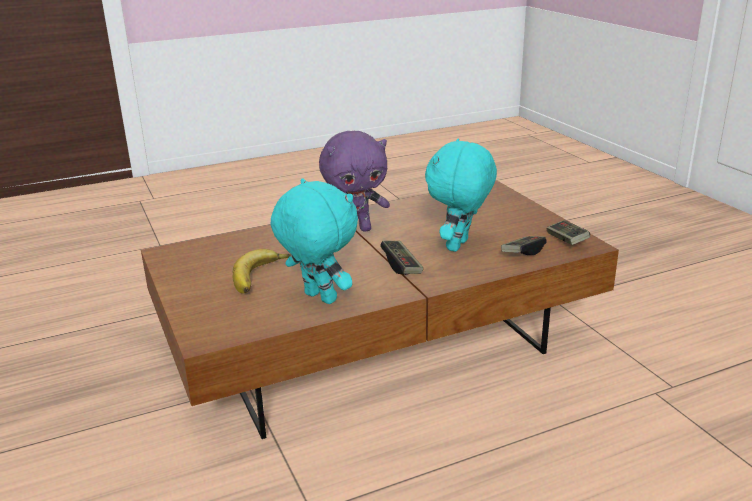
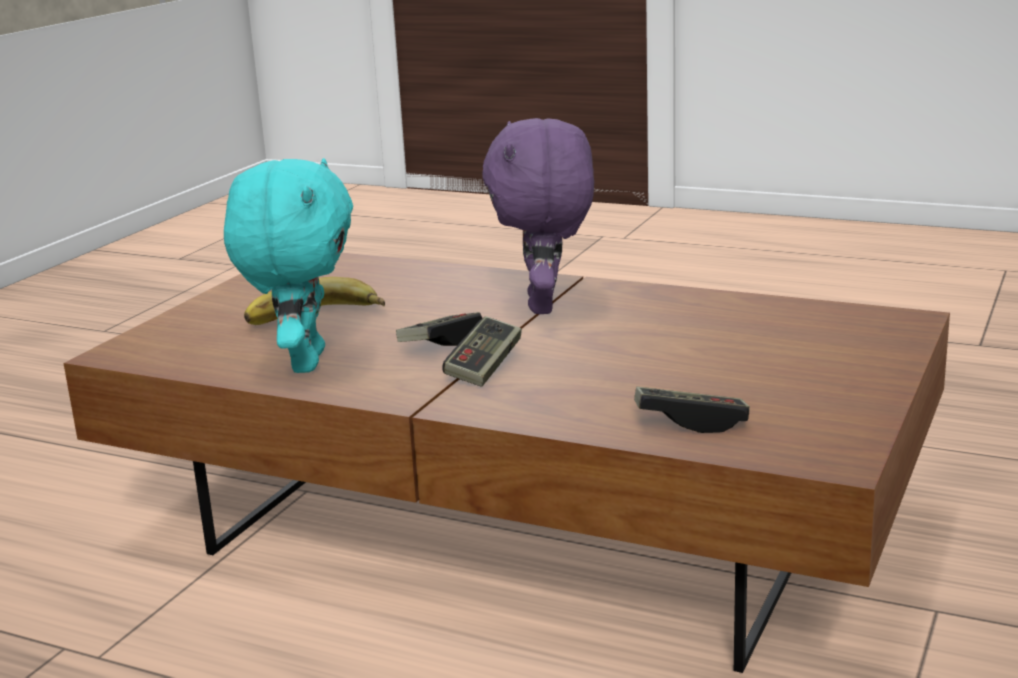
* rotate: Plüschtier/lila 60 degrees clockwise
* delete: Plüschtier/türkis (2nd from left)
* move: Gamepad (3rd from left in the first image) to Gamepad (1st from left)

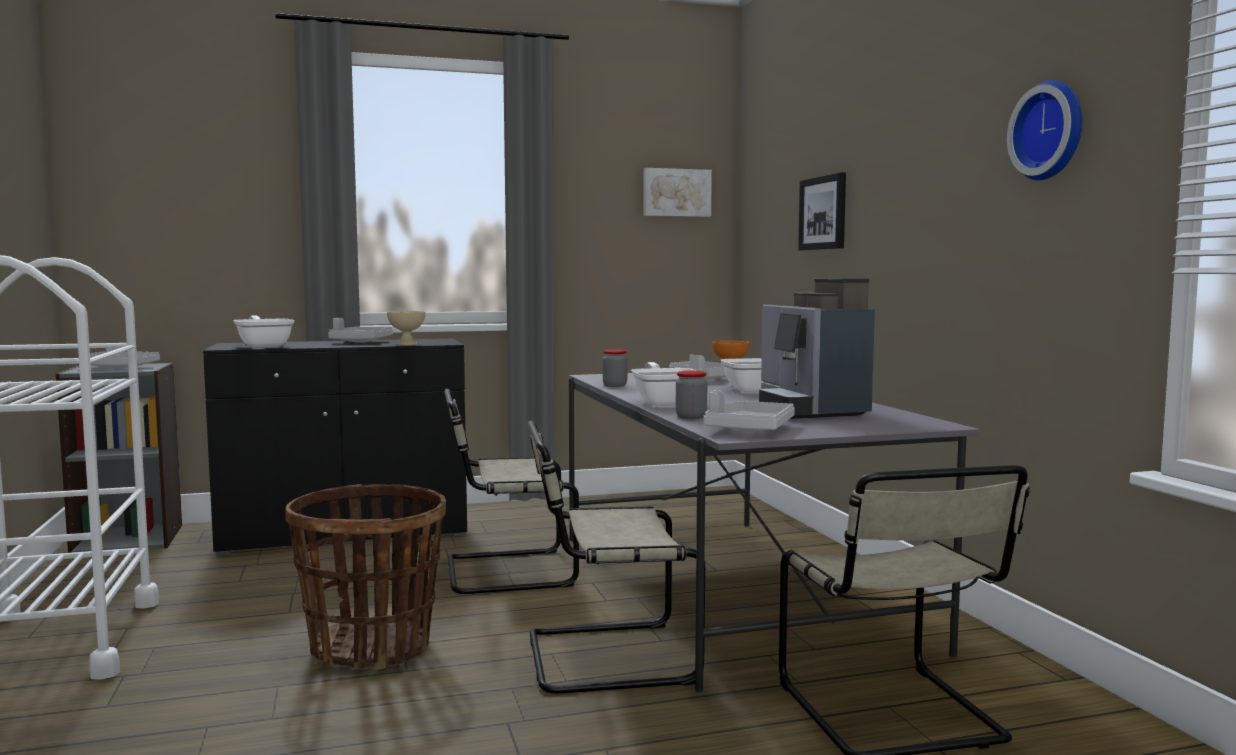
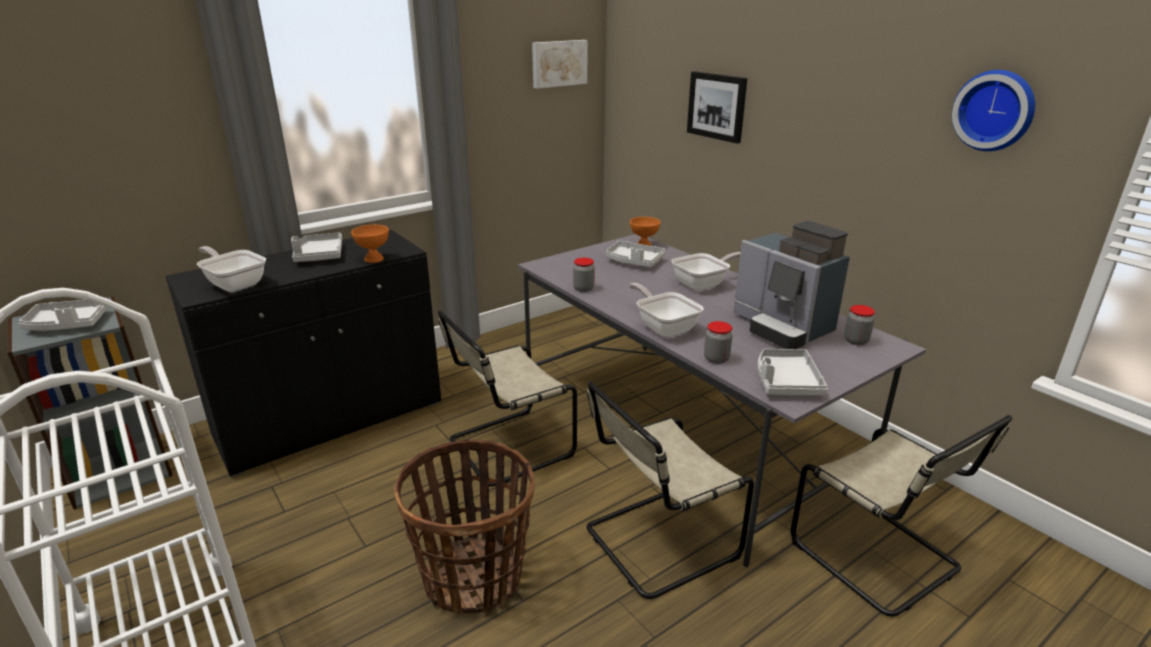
* recolor: Schüssel/beige to Schüssel/orange (1st from left)
* insert: Vorratsglas (3rd from left)

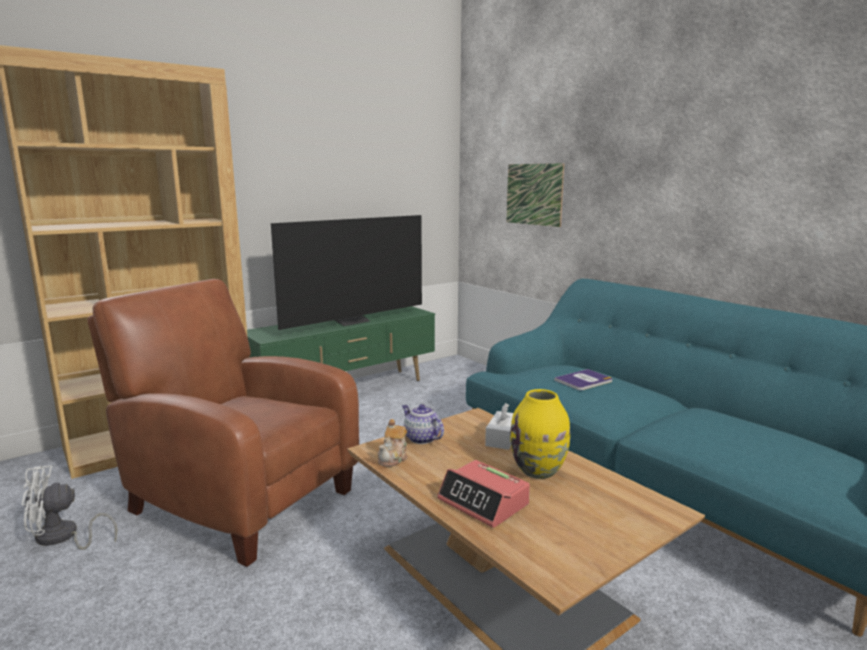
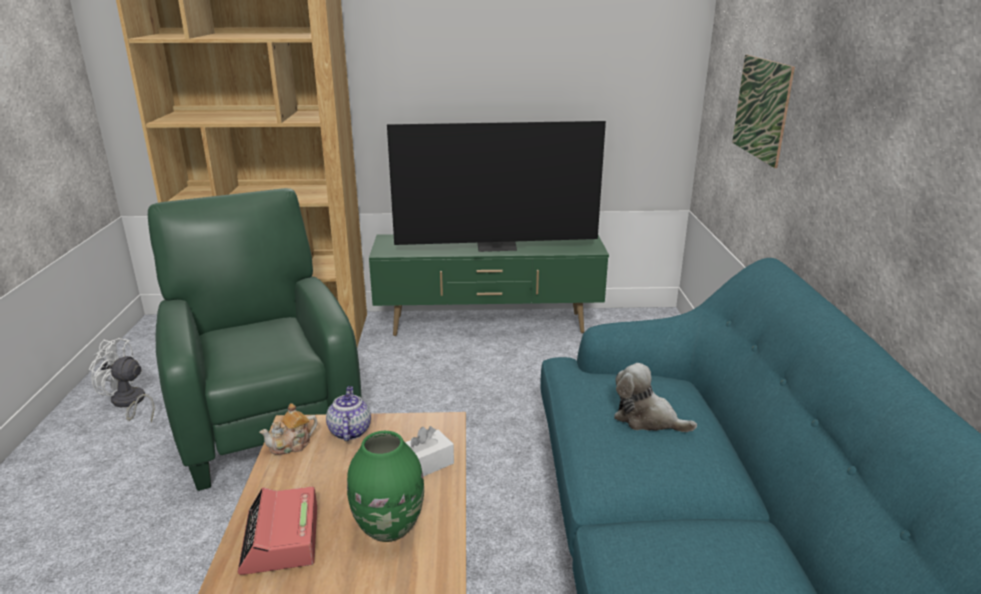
* recolor: Sessel/braun to Sessel/grün
* replace: Buch to Plüschtier
* recolor: Vase/gelb to Vase/grün

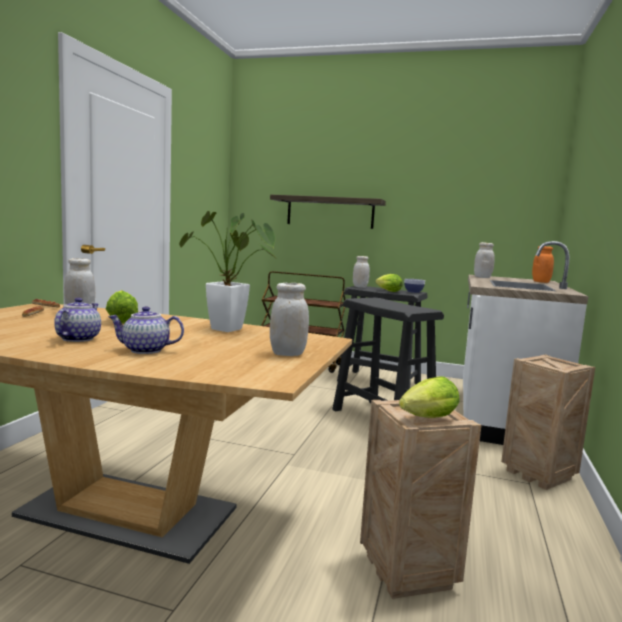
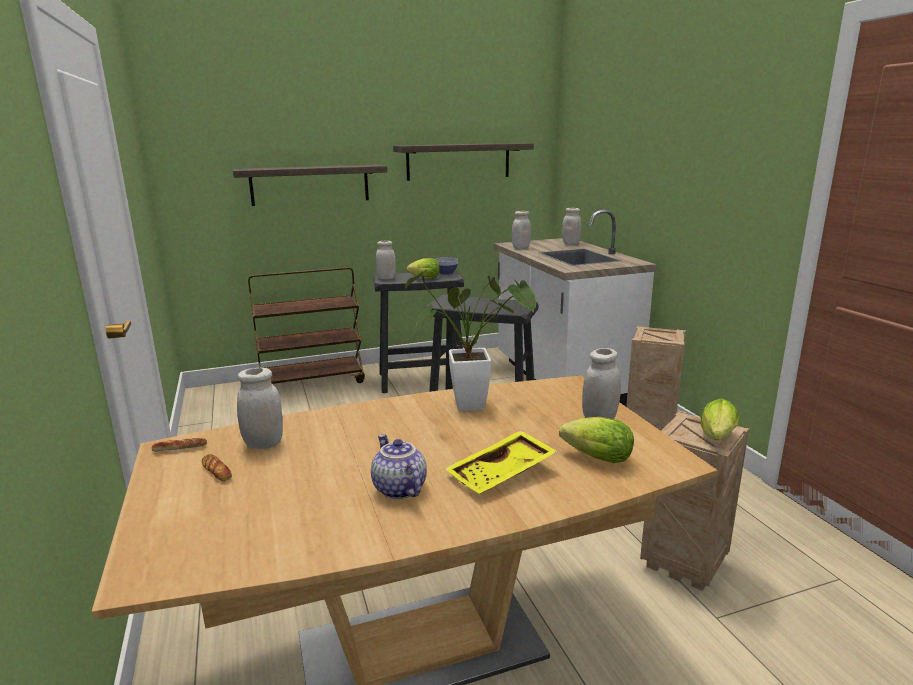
* recolor: Vorratsglas/orange to Vorratsglas/weiß (4th from left)
* move: Salatkopf (1st from left in the first image) to Salatkopf (2nd from left)
* replace: Teekanne (2nd from left) to Tablett/gelb
* insert: Wandregal (2nd from left)

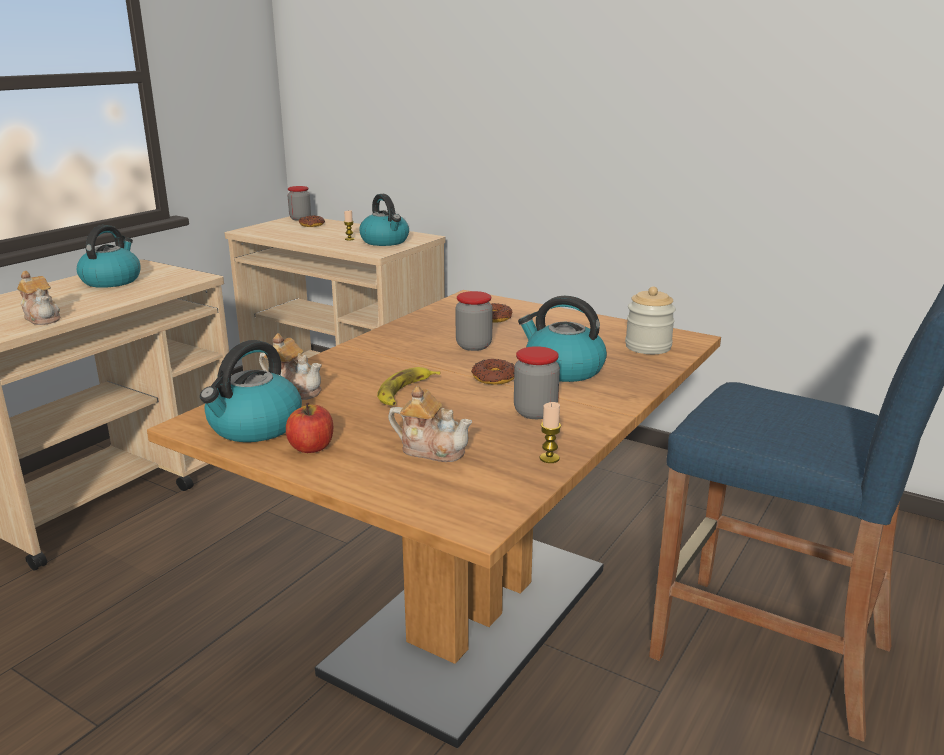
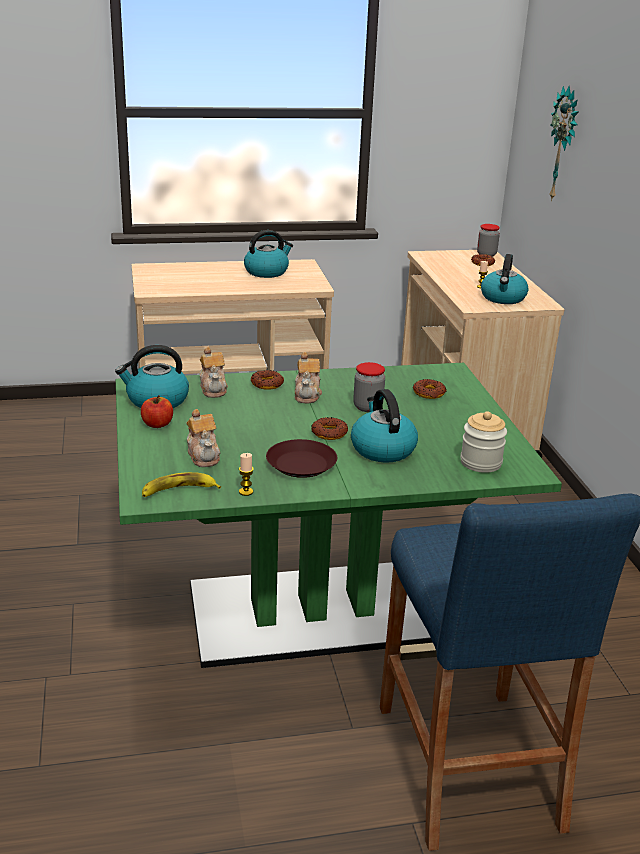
* move: Teekanne (1st from left in the first image) to Teekanne (3rd from left)
* recolor: Esstisch/braun to Esstisch/grün
* replace: Vorratsglas (3rd from left) to Teller/braun
* move: Banane
* insert: Wanduhr
* insert: Donut (1st from left)

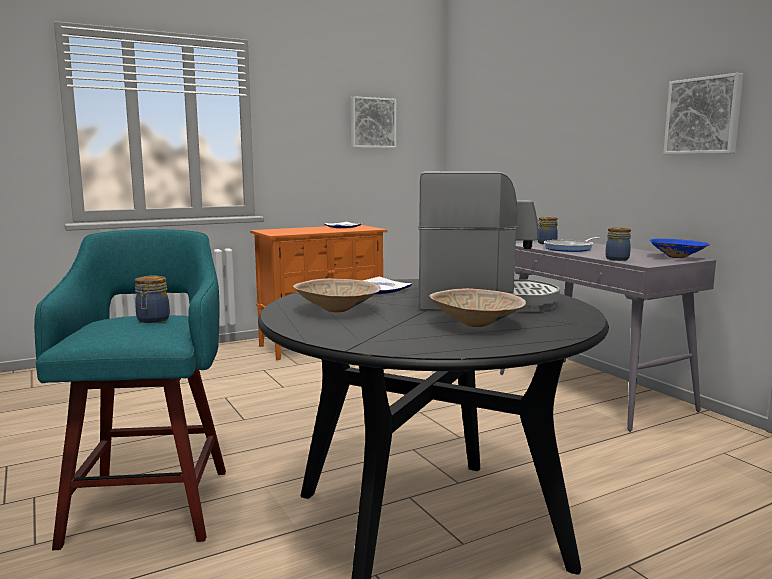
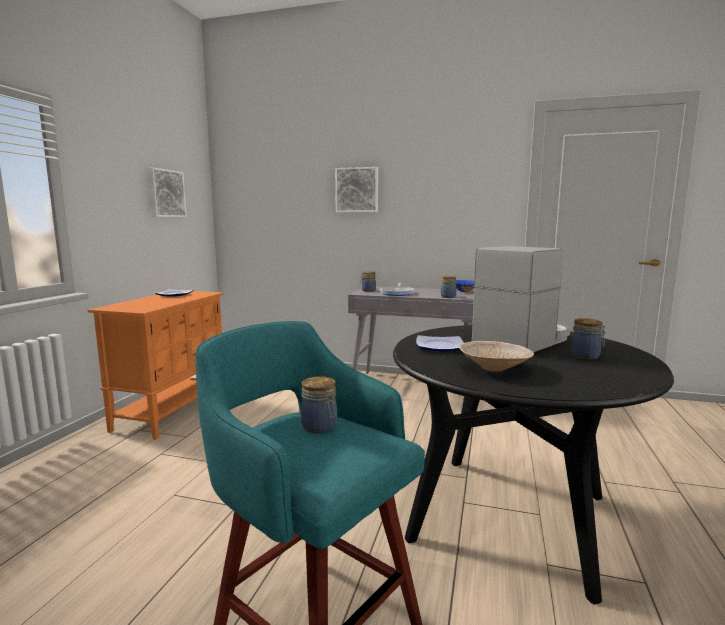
* move: Bild (2nd from left)
* replace: Schüssel/beige (2nd from left) to Vorratsglas (4th from left)

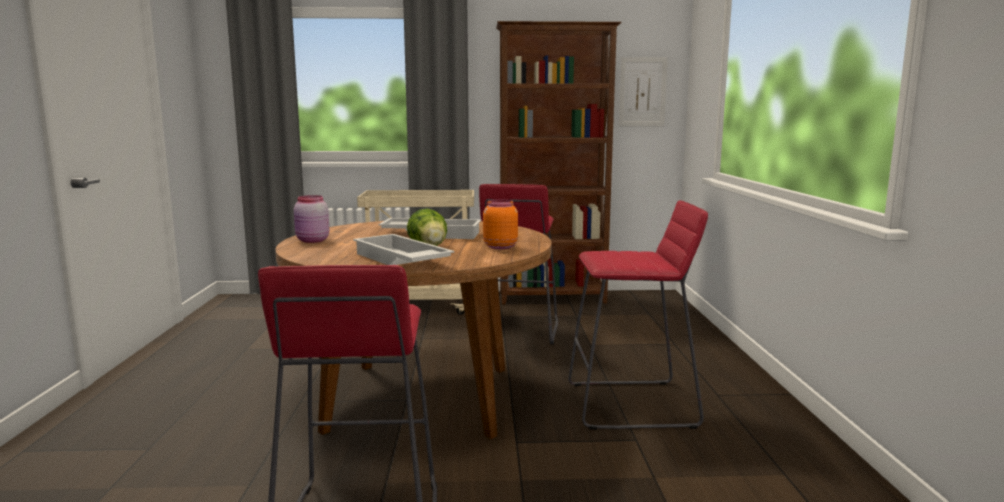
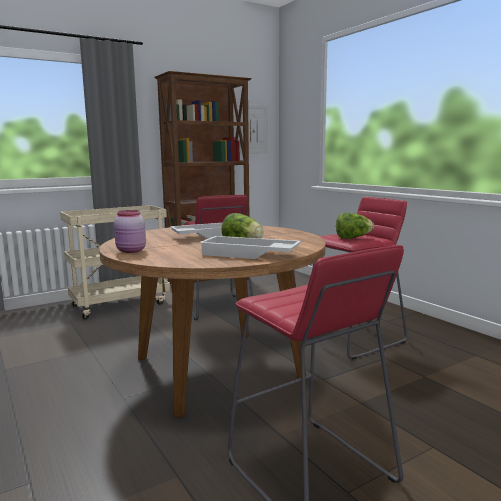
* delete: Vorratsglas/orange
* insert: Salatkopf (2nd from left)

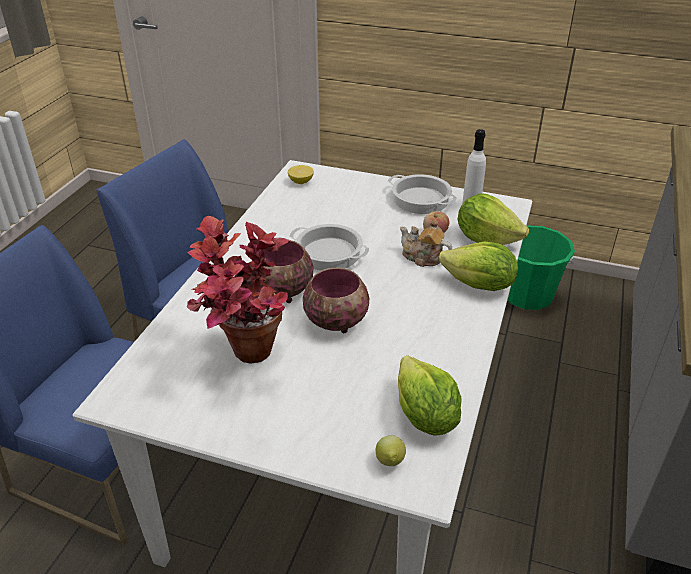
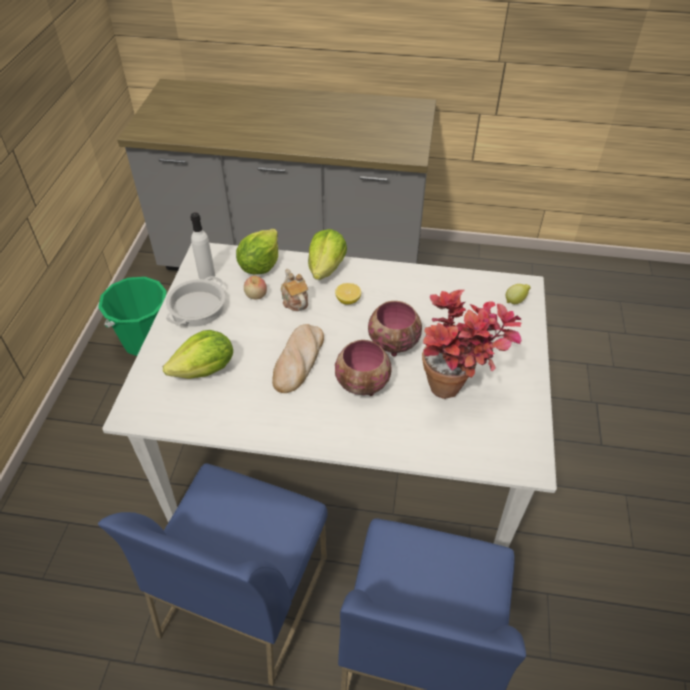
* move: Zitrone (1st from left)
* rotate: Teekanne 135 degrees clockwise
* replace: Kochtopf (1st from left) to Brot
* move: Salatkopf (1st from left)

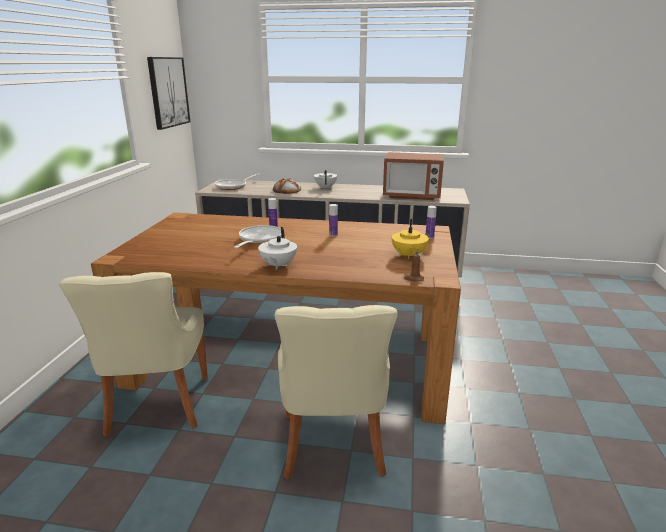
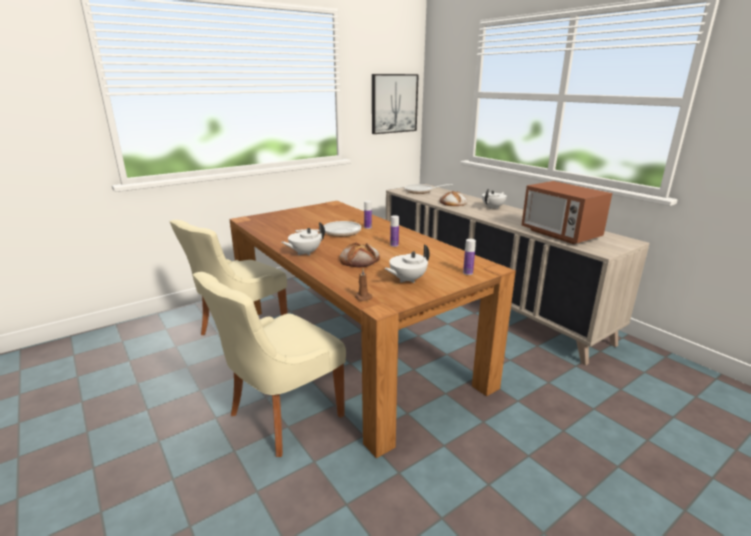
* recolor: Teekanne/gelb to Teekanne/weiß (2nd from left)
* insert: Brot (1st from left)

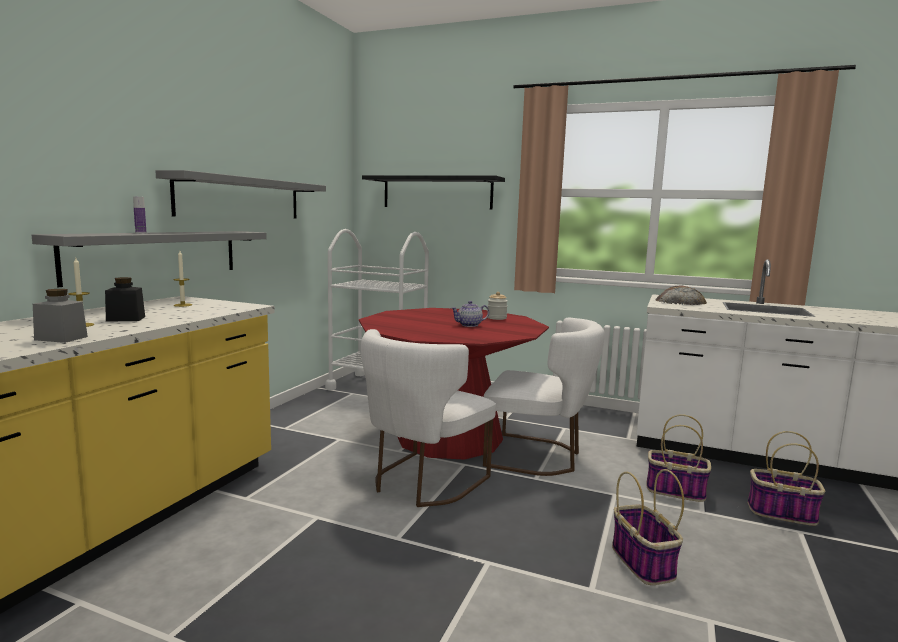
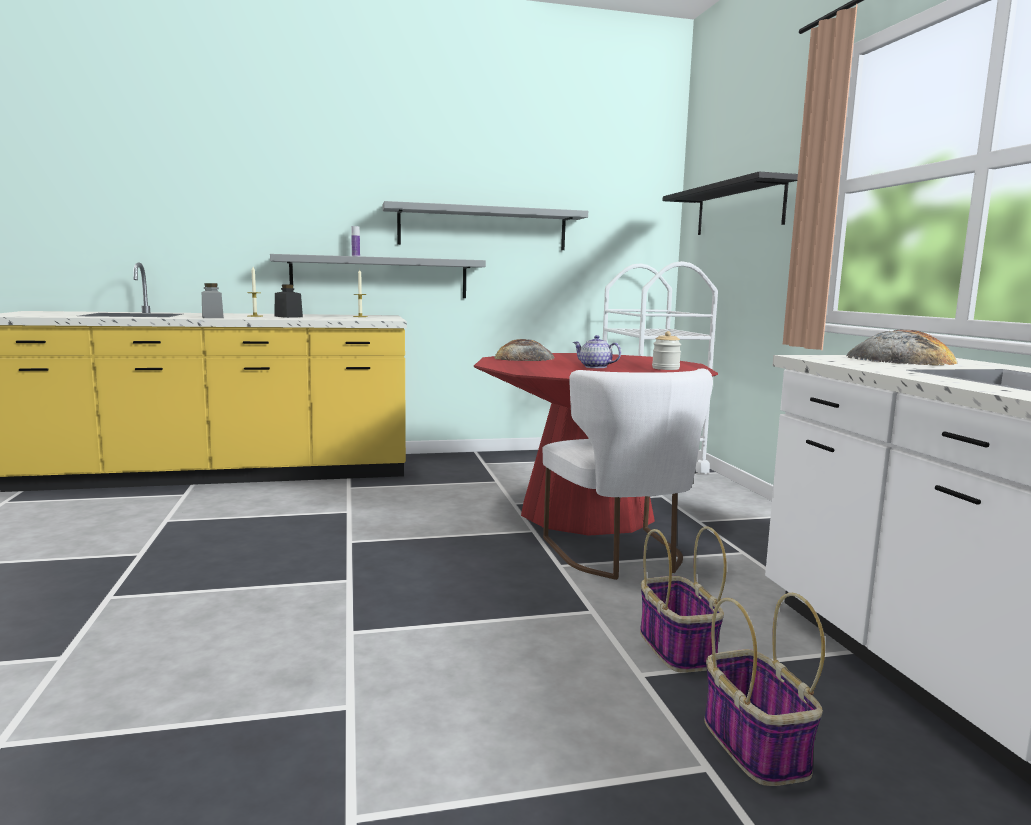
* delete: Stuhl/weiß (1st from left)
* delete: Korb (1st from left)
* insert: Brot (1st from left)

